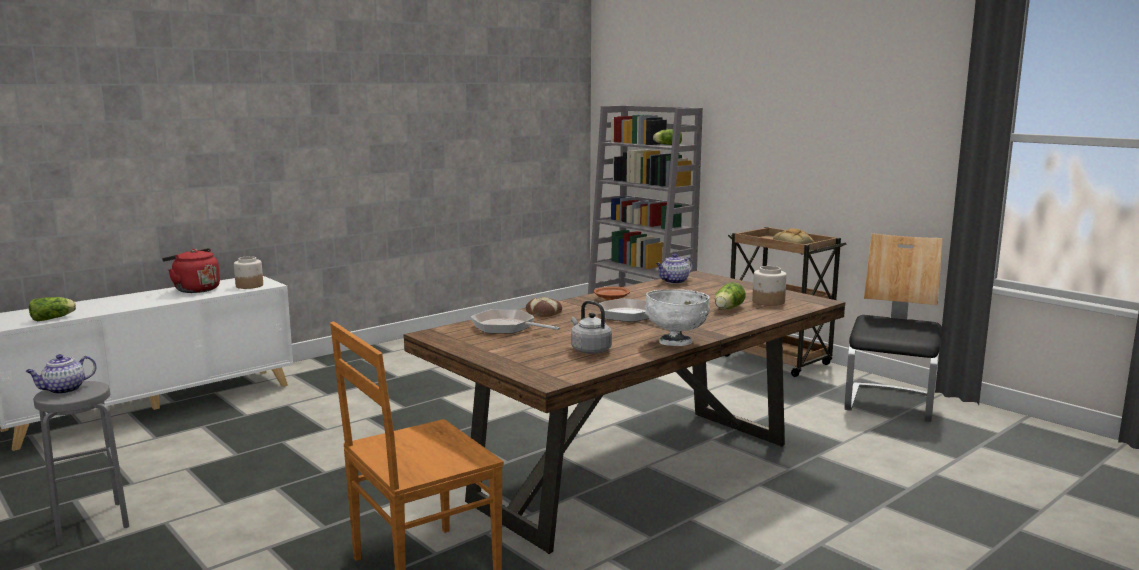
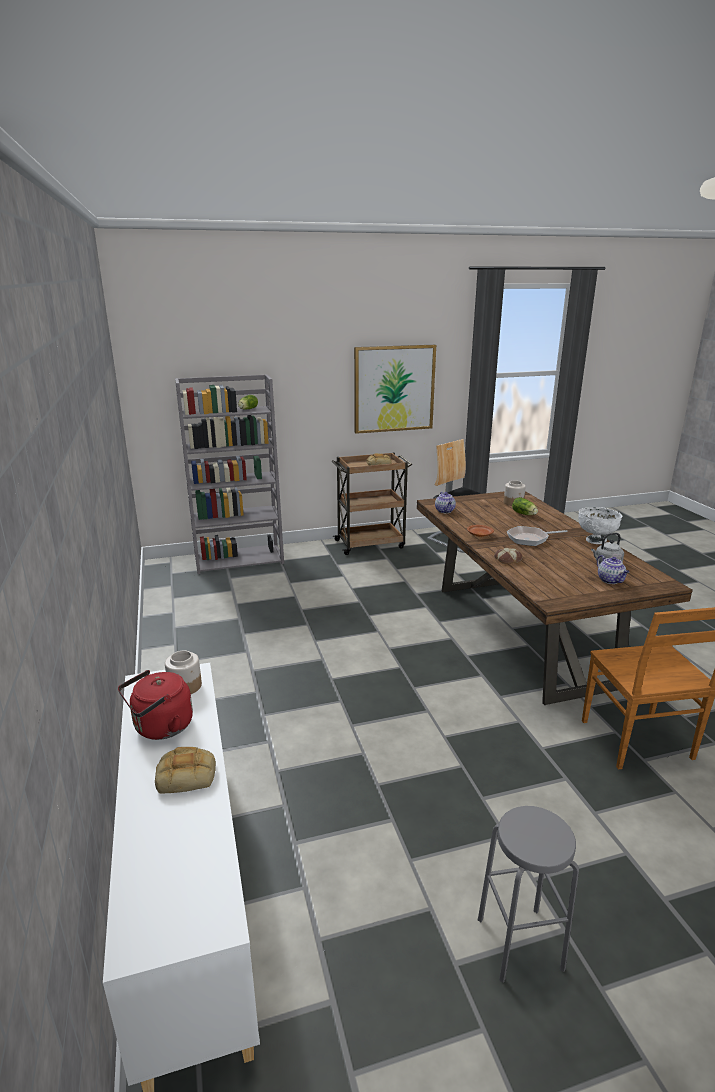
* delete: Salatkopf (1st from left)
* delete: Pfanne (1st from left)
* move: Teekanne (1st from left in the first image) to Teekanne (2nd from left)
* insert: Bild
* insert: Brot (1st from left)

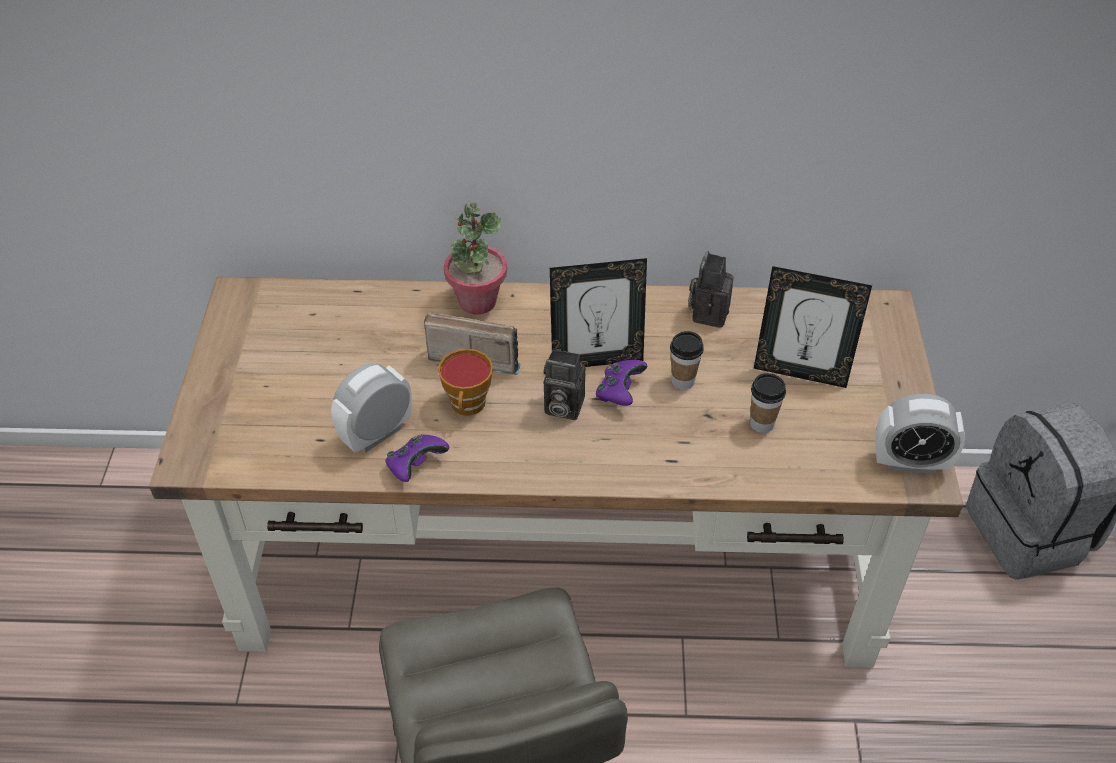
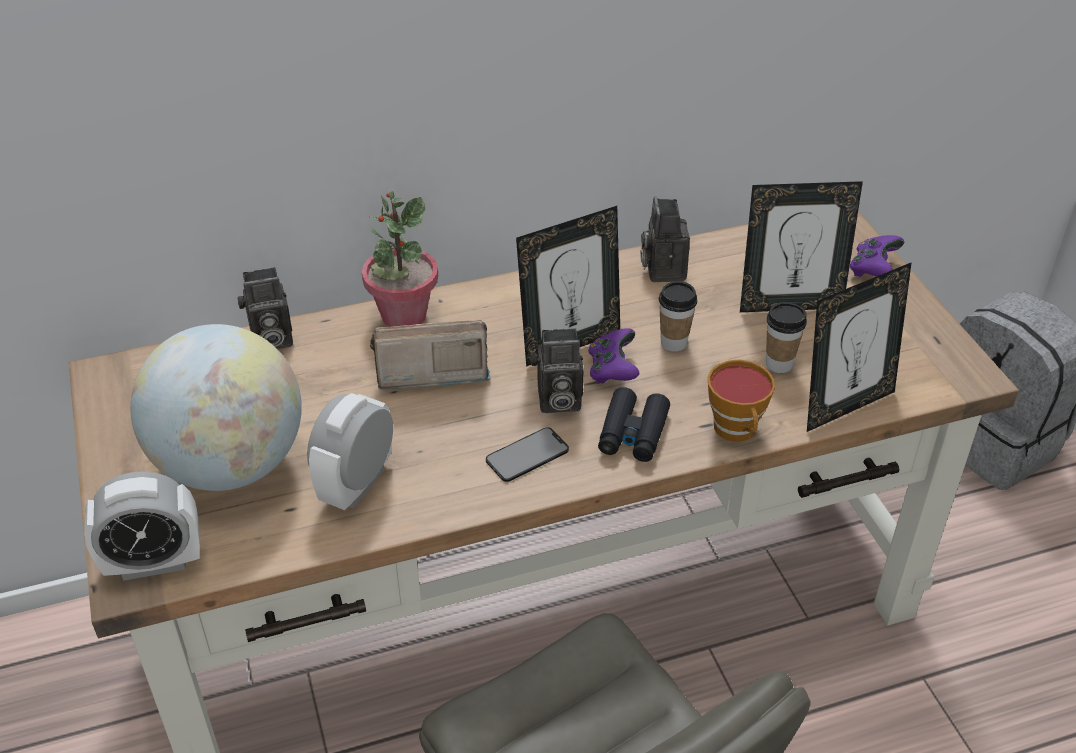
* move: Tasse (1st from left in the first image) to Tasse (2nd from left)
* move: Wecker (2nd from left in the first image) to Wecker (1st from left)
* move: Gamepad/lila (1st from left in the first image) to Gamepad/lila (2nd from left)
* insert: Bilderrahmen (3rd from left)
* insert: Kamera (1st from left)
* insert: Globus
* insert: Fernglas/schwarz
* insert: Handy

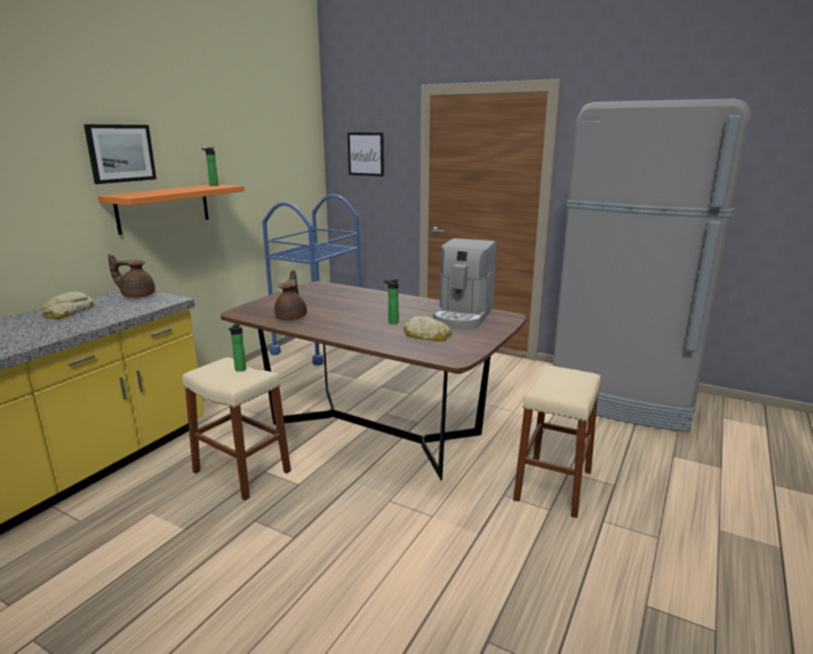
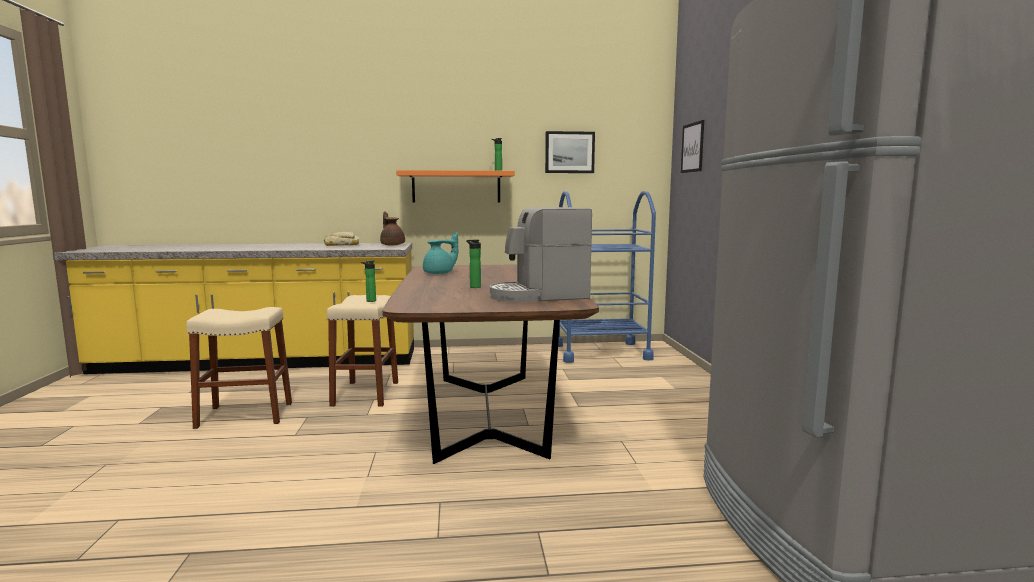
* move: Bild (1st from left)
* recolor: Teekanne/braun (2nd from left) to Teekanne/türkis
* delete: Brot (2nd from left)
* move: Hocker/beige (2nd from left in the first image) to Hocker/beige (1st from left)

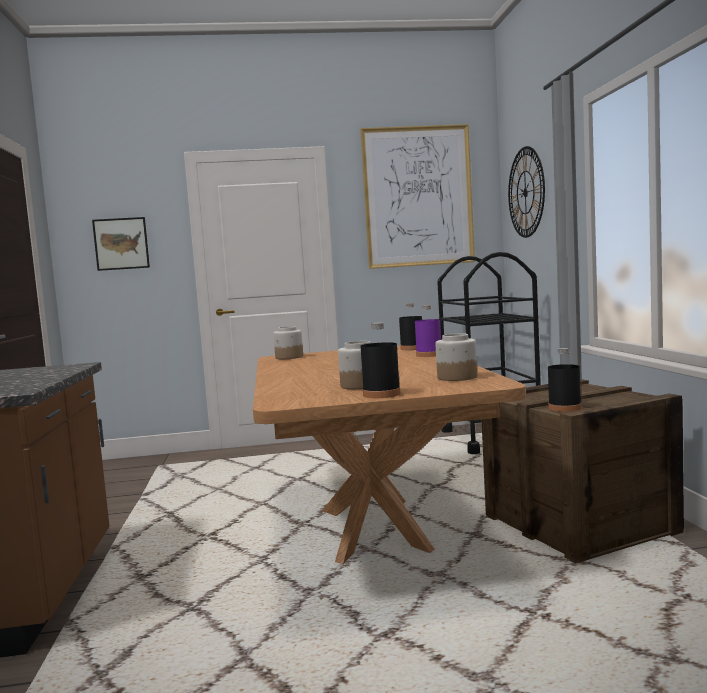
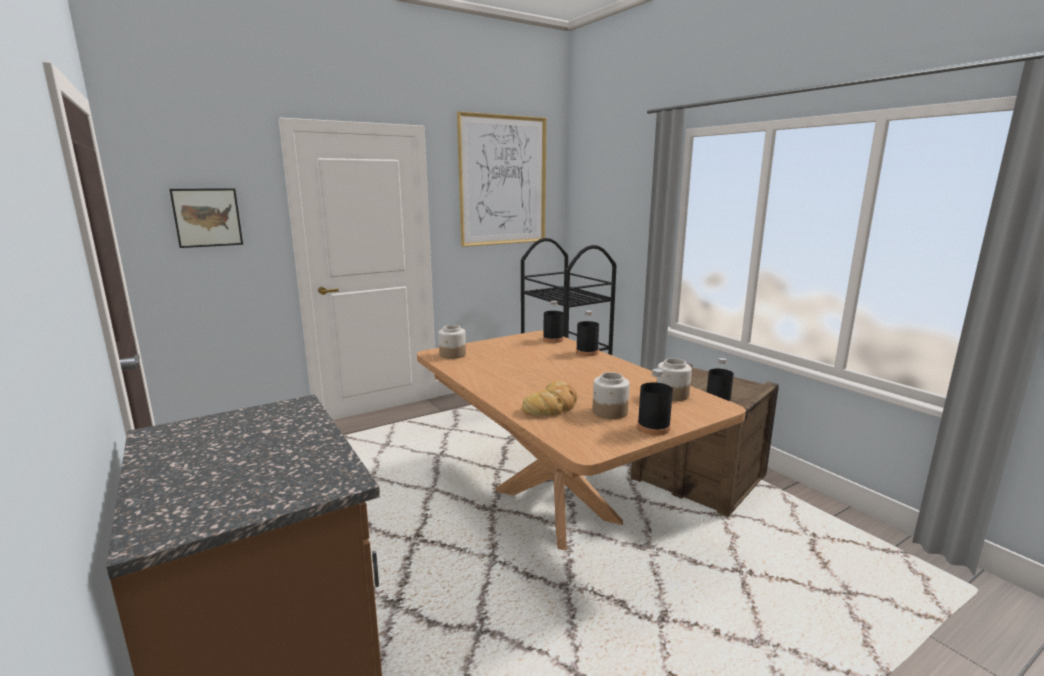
* delete: Wanduhr
* recolor: Flasche/lila to Flasche/schwarz (2nd from left)
* insert: Brot

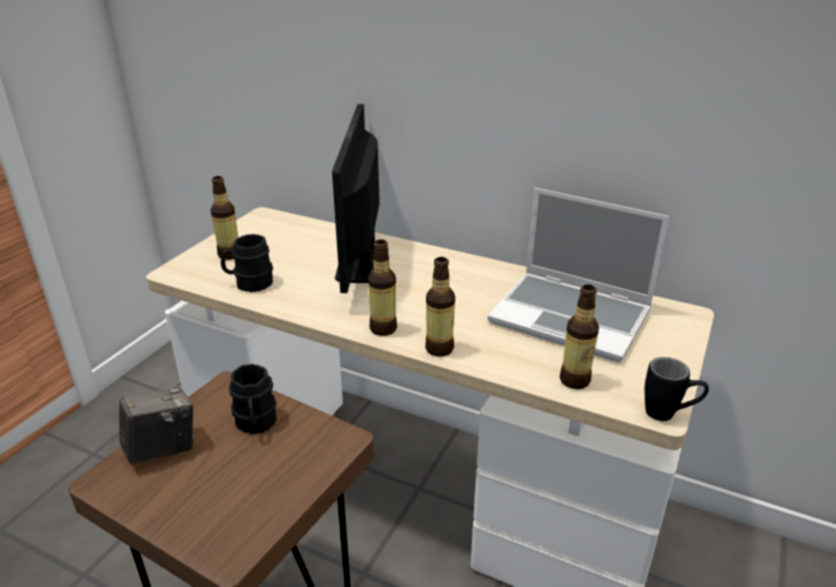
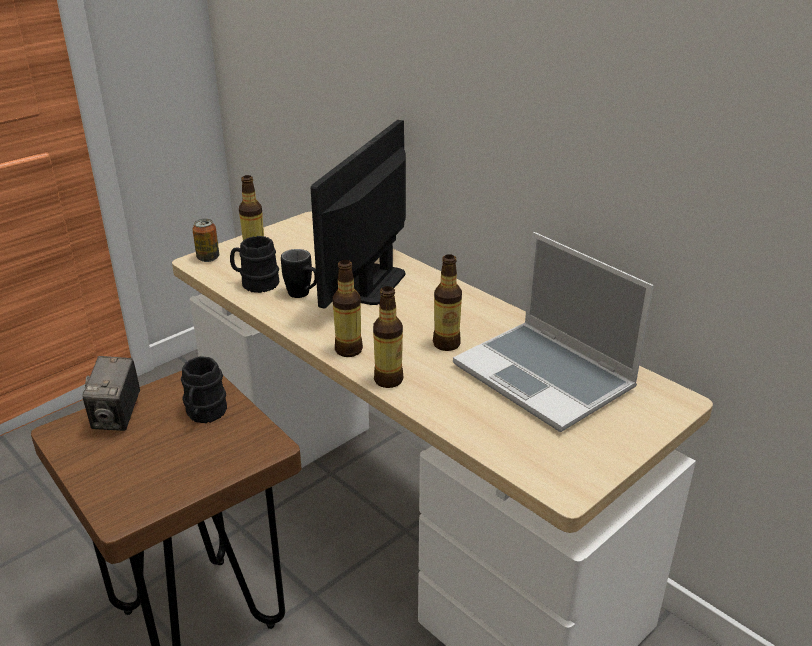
* move: Flasche (4th from left)
* move: Henkelbecher/schwarz (3rd from left)
* rotate: Kamera 105 degrees clockwise
* insert: Dose

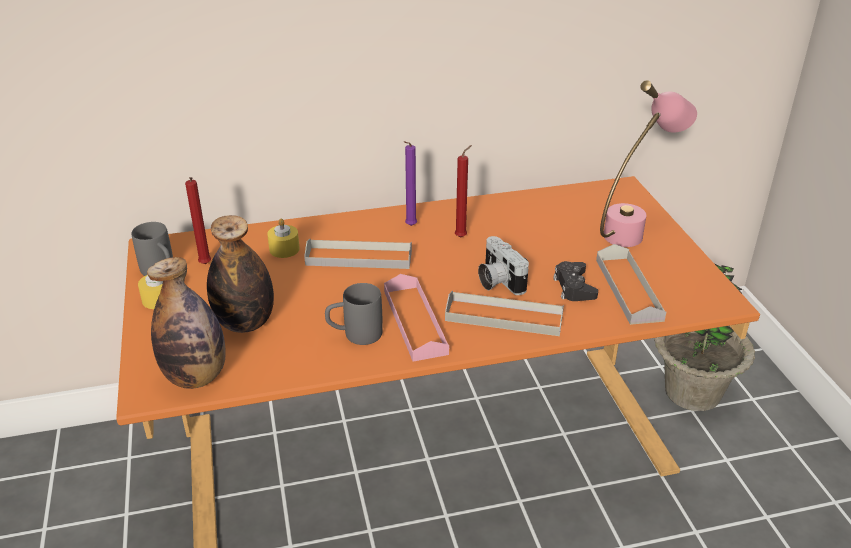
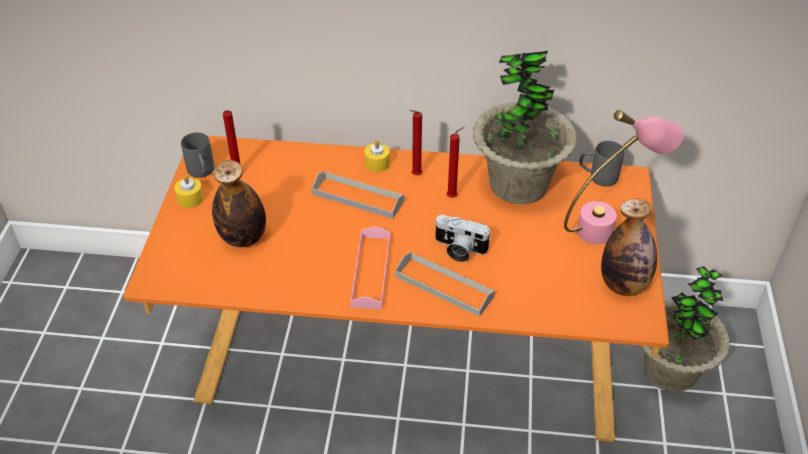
* recolor: Kerze/lila to Kerze/rot (2nd from left)
* move: Kerze/gelb (2nd from left)
* rotate: Kamera 60 degrees counterclockwise
* delete: Tablett/grau (3rd from left)
* move: Flasche (1st from left in the first image) to Flasche (2nd from left)
* delete: Gamepad/schwarz
* move: Henkelbecher/grau (2nd from left)
* insert: Topfpflanze (1st from left)

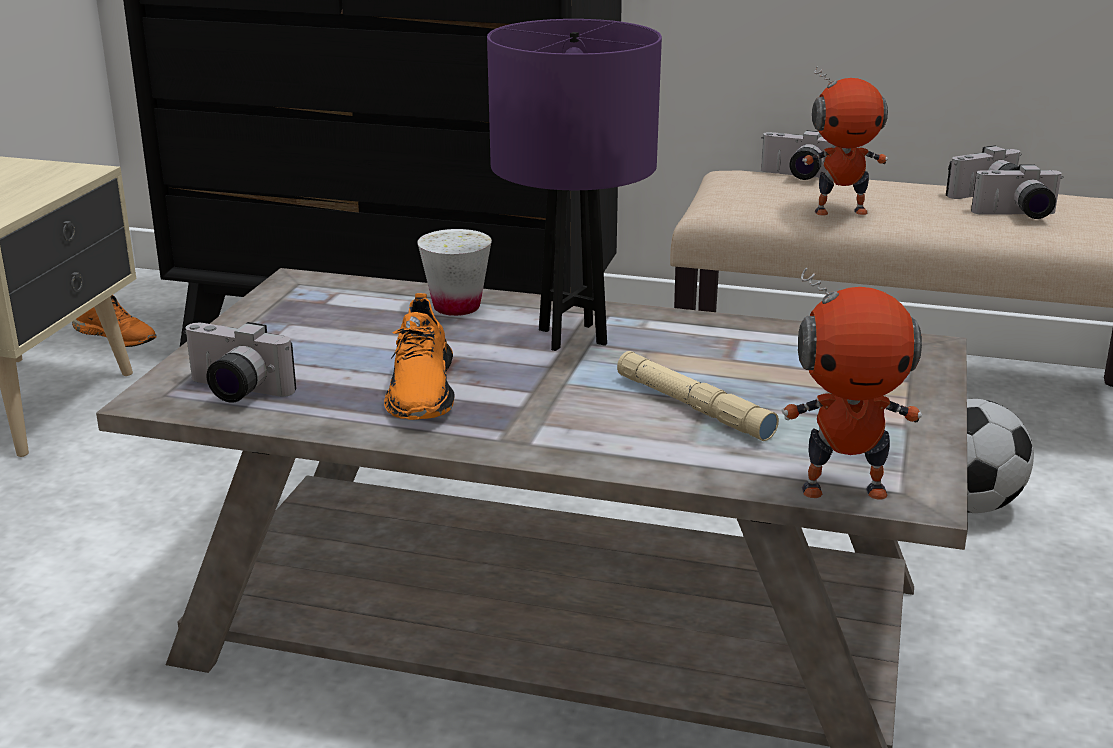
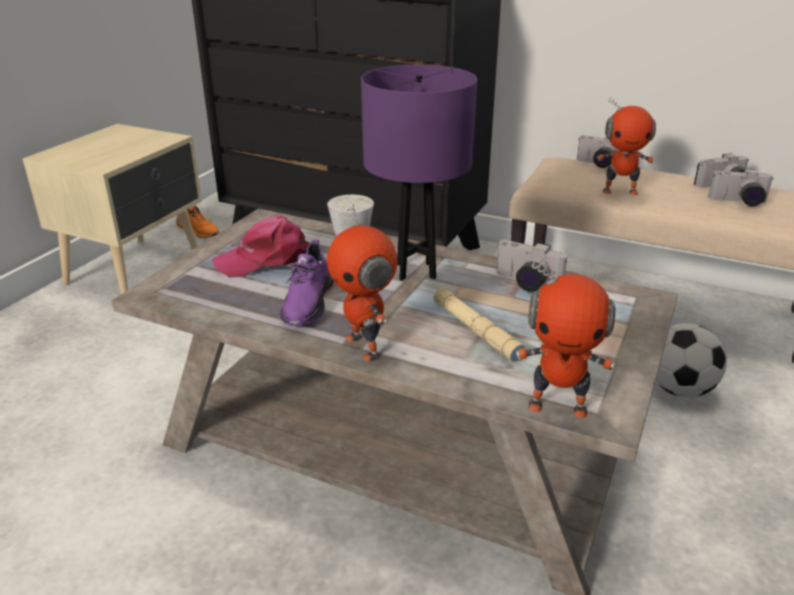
* recolor: Schuh/orange (2nd from left) to Schuh/lila
* move: Kamera (1st from left)
* insert: Spielzeugroboter (1st from left)
* insert: Kappe/rosa

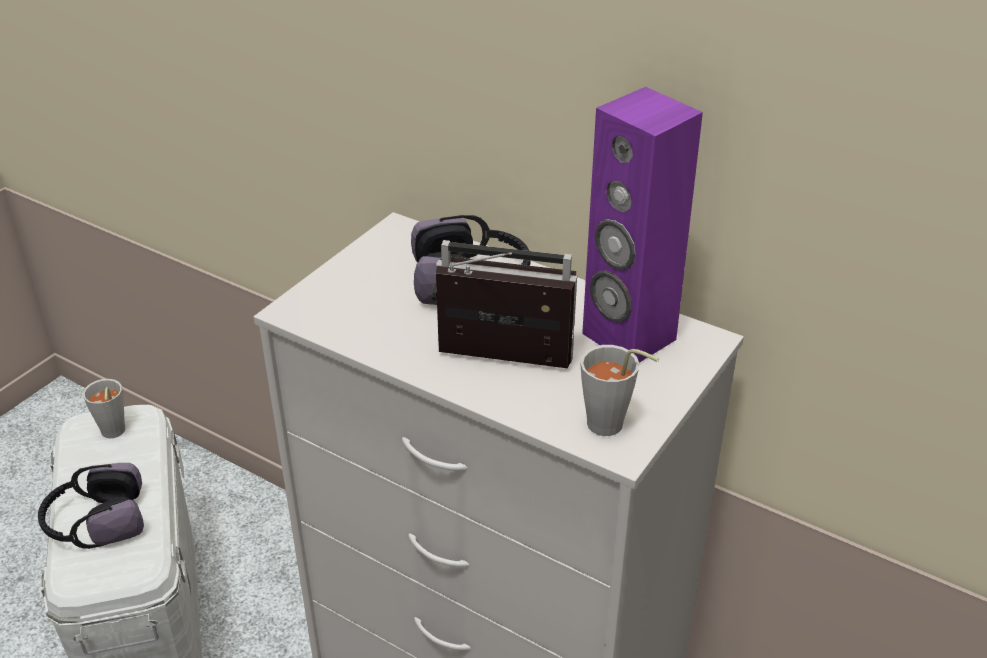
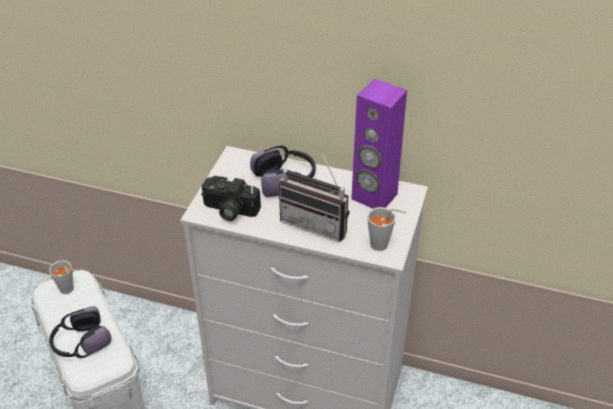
* rotate: Radio 150 degrees counterclockwise
* insert: Kamera

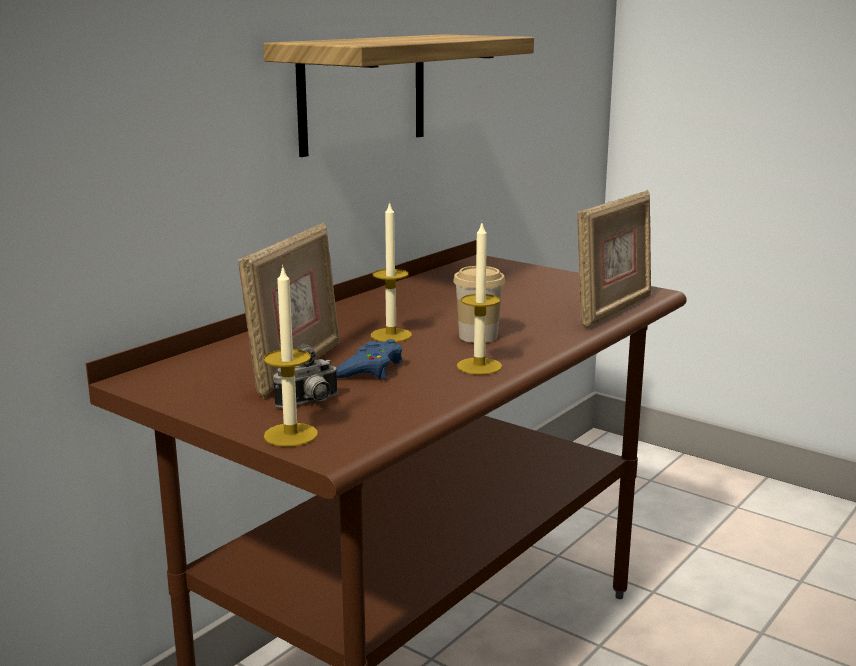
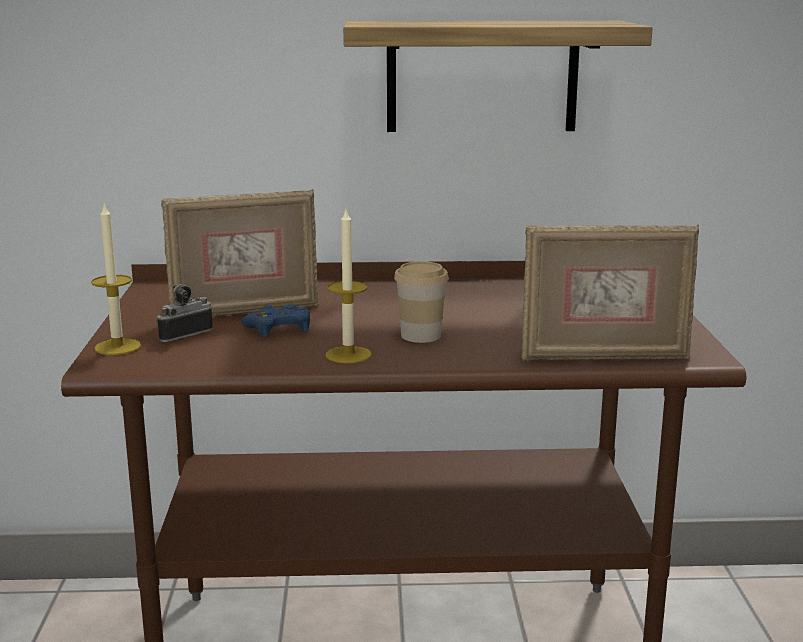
* delete: Kerze (2nd from left)
* rotate: Kamera 120 degrees clockwise

